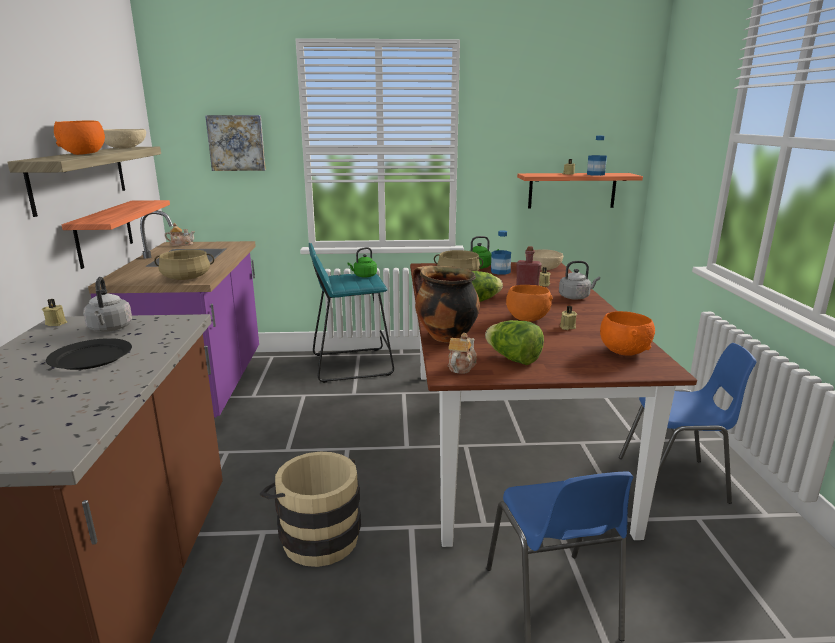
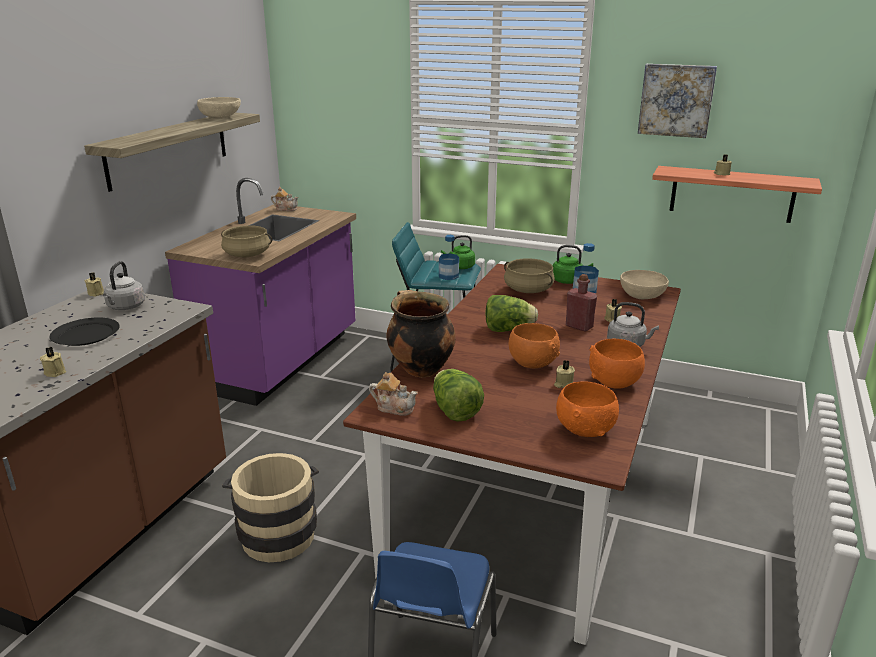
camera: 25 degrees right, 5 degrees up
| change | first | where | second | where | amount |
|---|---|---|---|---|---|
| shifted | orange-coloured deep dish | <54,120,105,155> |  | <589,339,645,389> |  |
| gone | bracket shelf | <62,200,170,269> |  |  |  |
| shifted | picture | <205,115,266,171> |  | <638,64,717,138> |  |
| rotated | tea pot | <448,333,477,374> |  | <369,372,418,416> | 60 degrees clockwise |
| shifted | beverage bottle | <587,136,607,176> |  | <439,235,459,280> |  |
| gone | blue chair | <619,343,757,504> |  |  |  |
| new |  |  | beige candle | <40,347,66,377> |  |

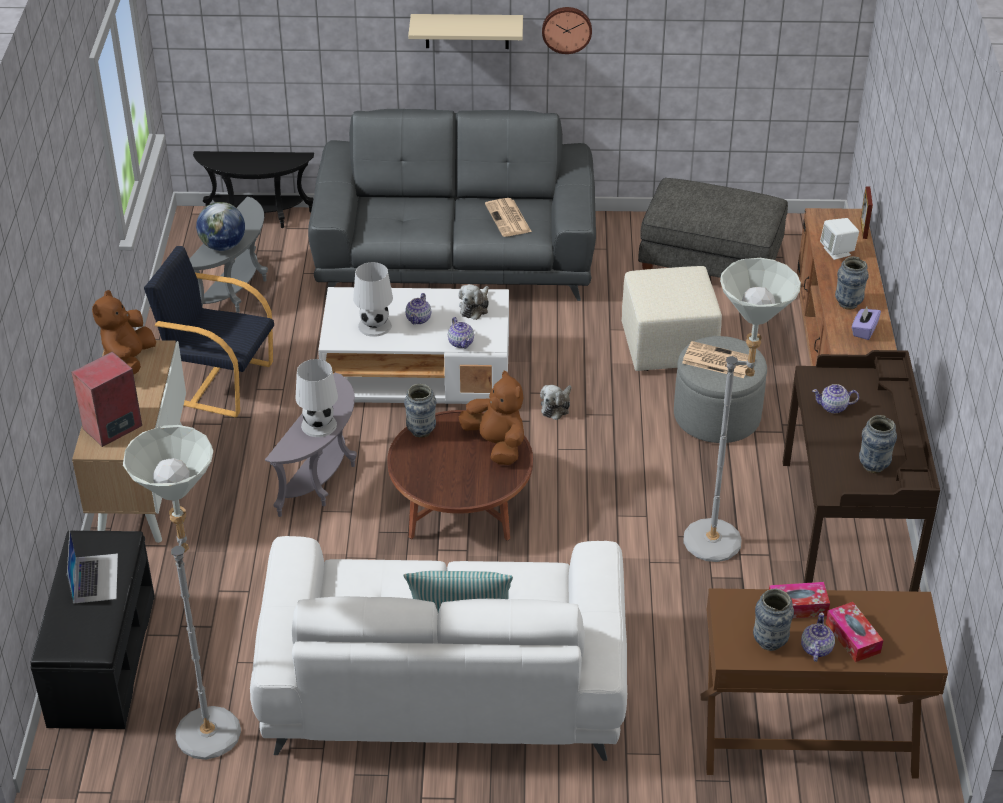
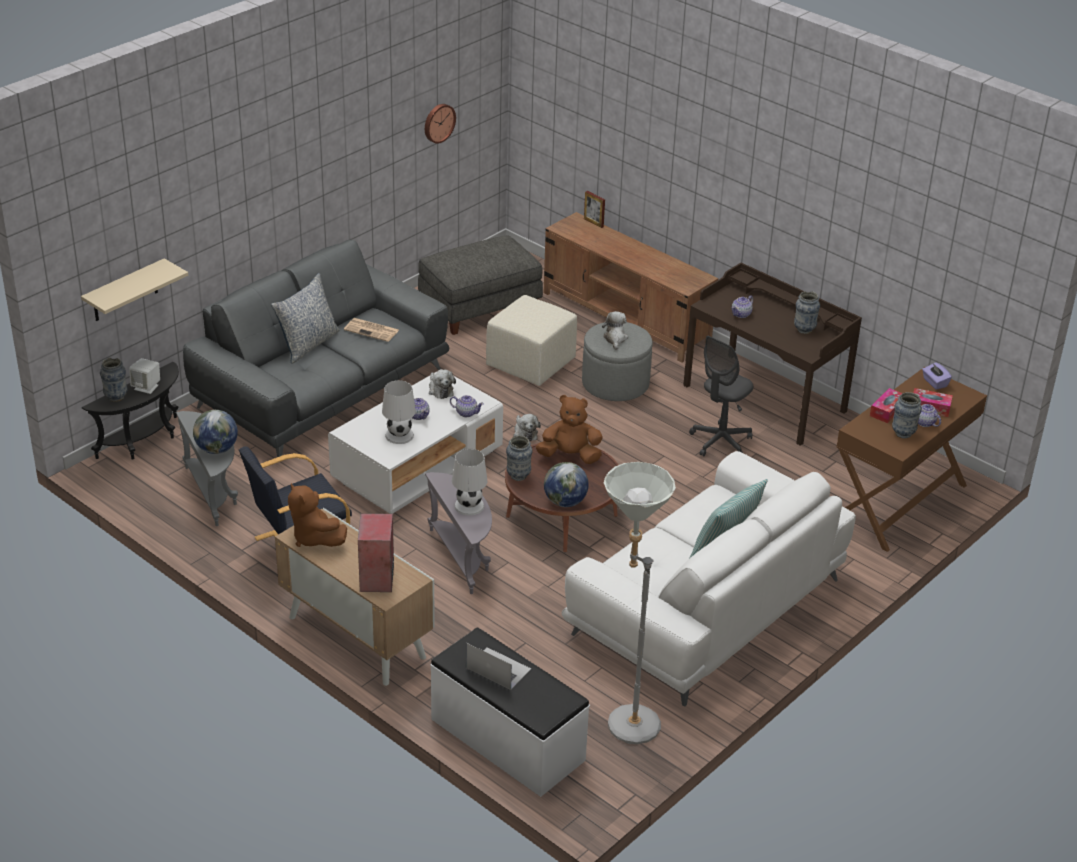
camera: 50 degrees left, 5 degrees down
| change | first | where | second | where | amount |
|---|---|---|---|---|---|
| repainted | black-coloured bench | <31,530,155,729> | white-coloured bench | <431,628,590,797> |  |
| shifted | beige bracket shelf | <408,14,523,49> |  | <81,258,188,321> |  |
| shifted | wall clock | <542,7,592,54> |  | <425,104,456,144> |  |
| swapped | printed paper | <682,341,748,378> | soft toy | <602,311,628,350> |  |
| swapped | gray floor lamp | <683,258,801,562> | gray desk chair | <689,336,753,457> |  |
| shifted | white-coloured audio speaker | <820,218,859,260> |  | <129,358,160,394> |  |
| shifted | vase | <835,256,869,310> |  | <100,358,127,402> |  |
| shifted | purple tissue holder | <852,306,881,340> |  | <922,362,952,390> |  |
| new |  |  | cushion | <271,273,340,364> |  |
| new |  |  | globe | <544,462,589,507> |  |

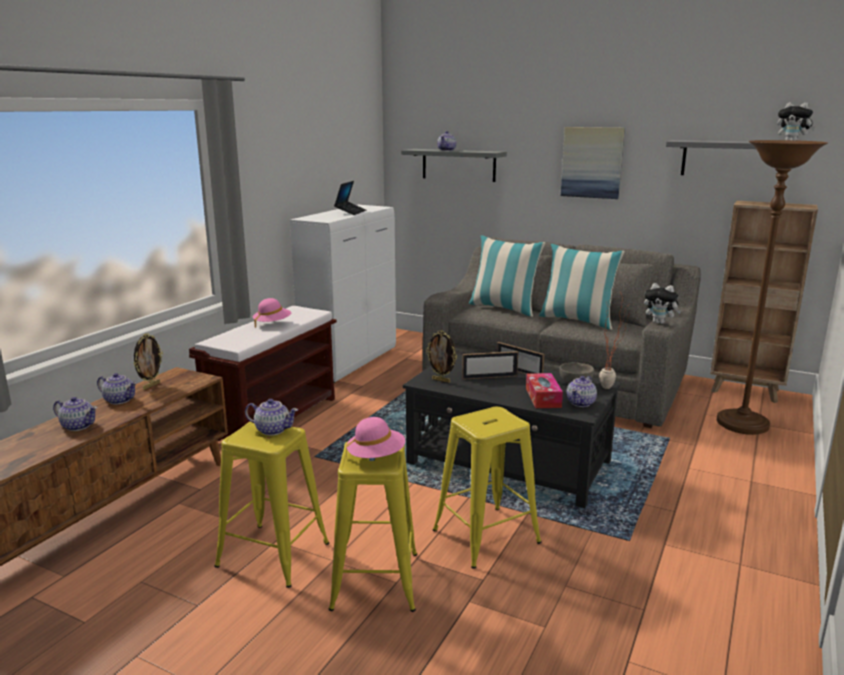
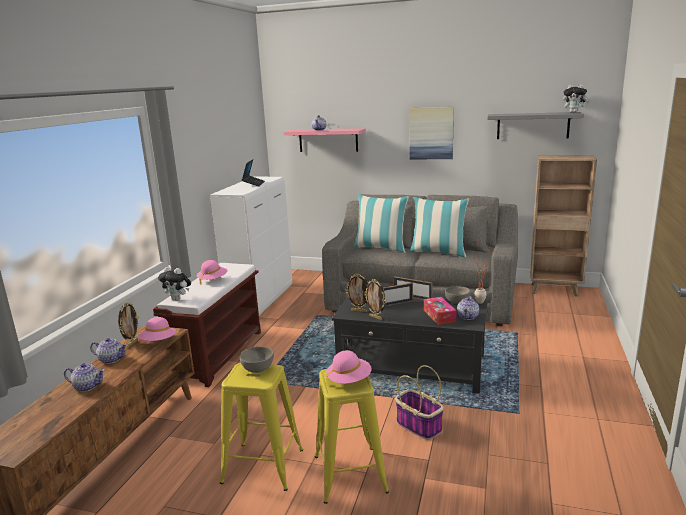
camera: 10 degrees left, 0 degrees up
| change | first | where | second | where | amount |
|---|---|---|---|---|---|
| swapped | tea pot | <245,399,298,436> | gray deep dish | <240,346,274,373> |  |
| repainted | gray bracket shelf | <401,149,507,182> | pink bracket shelf | <284,128,366,152> |  |
| swapped | yellowish stool | <433,407,542,569> | basket | <395,365,444,440> |  |
| shifted | soft toy | <644,283,682,324> |  | <158,267,191,301> |  |
| gone | brownish floor lamp | <717,140,828,435> |  |  |  |
| new |  |  | pink hat | <137,317,176,341> |  |
| new |  |  | standing frame | <364,279,386,320> |  |

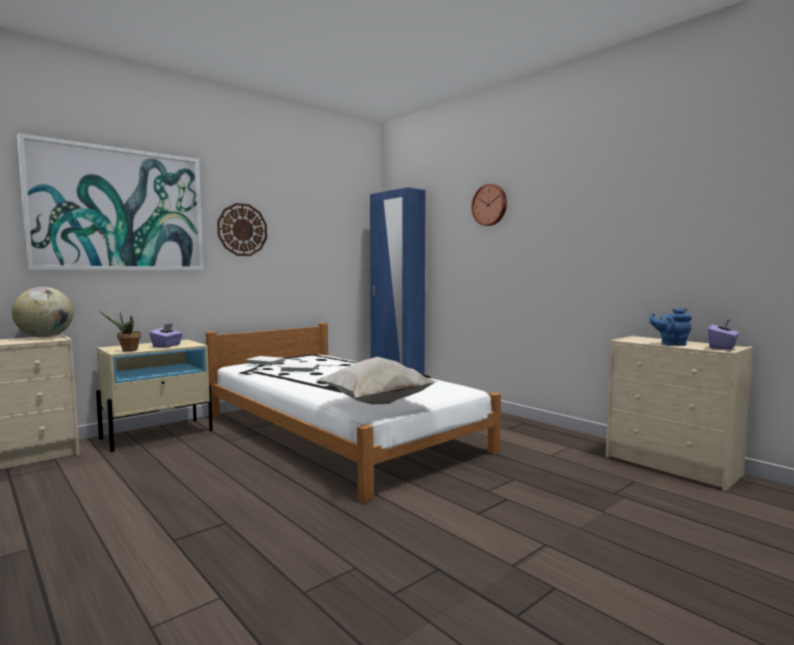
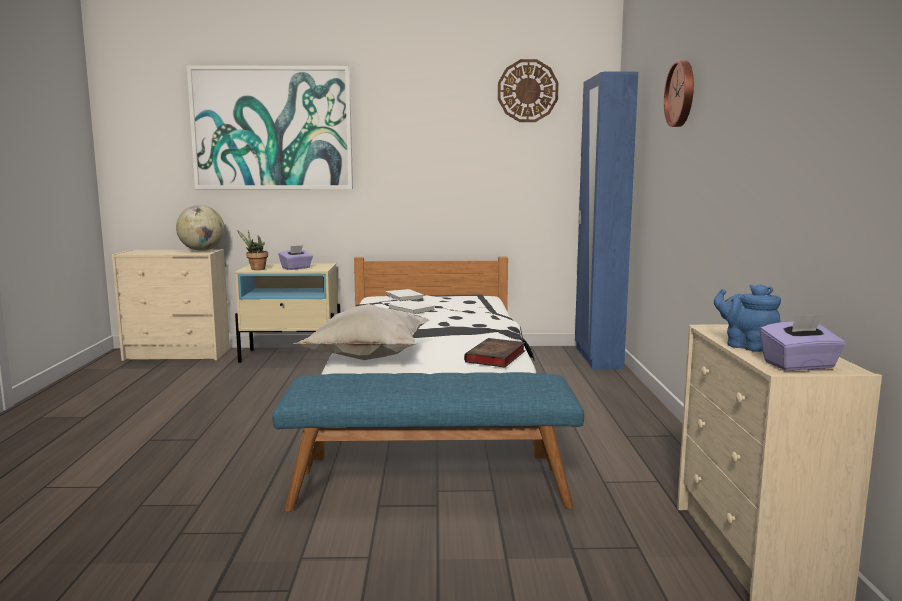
camera: 40 degrees right, 5 degrees up
| change | first | where | second | where | amount |
|---|---|---|---|---|---|
| shifted | wall clock | <217,203,267,256> |  | <498,59,559,122> |  |
| new |  |  | blue bench | <272,372,584,512> |  |
| new |  |  | volume | <464,338,525,368> |  |

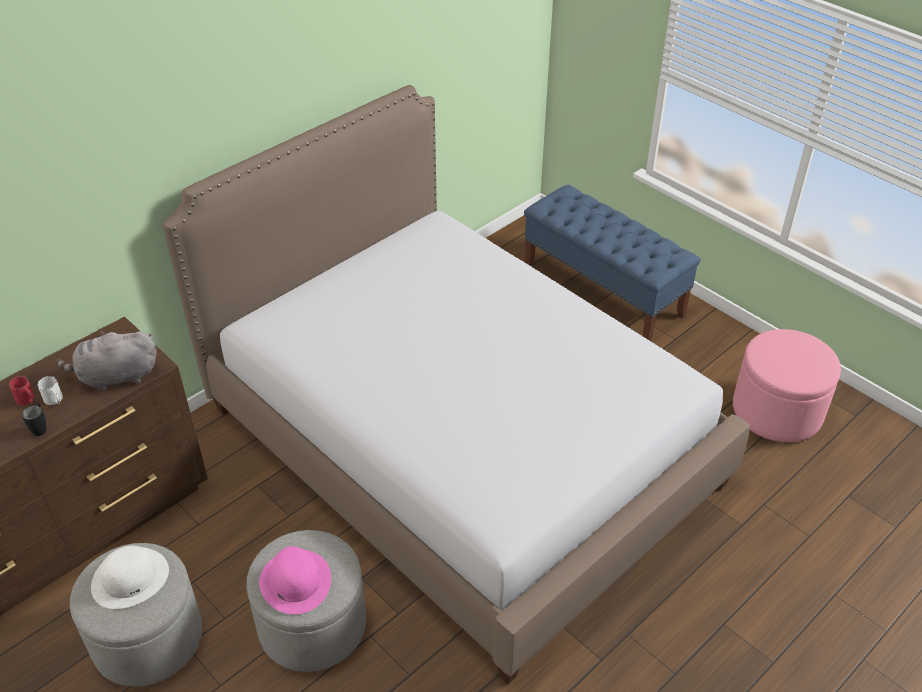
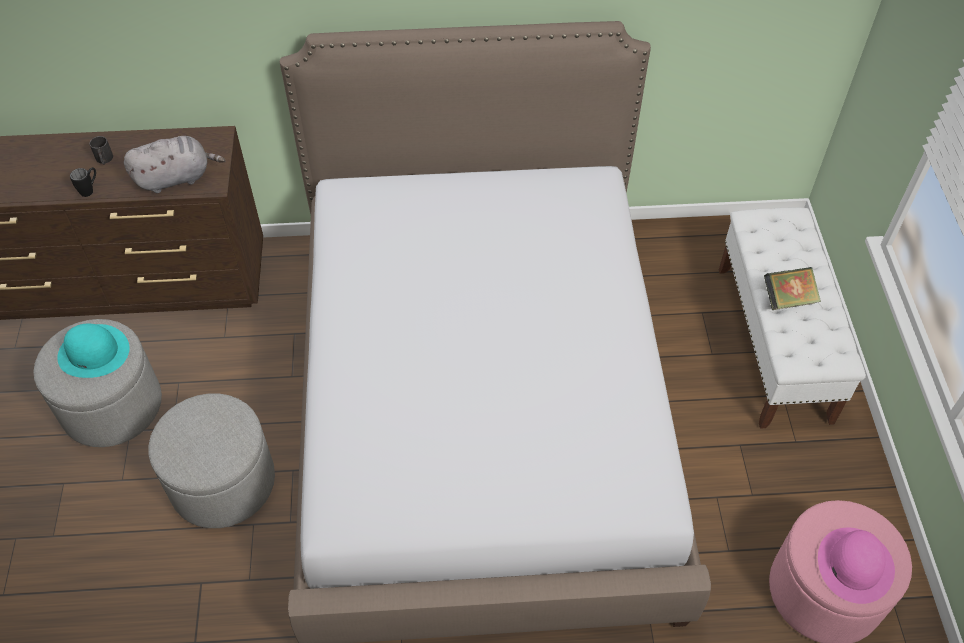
camera: 40 degrees right, 10 degrees up
| change | first | where | second | where | amount |
|---|---|---|---|---|---|
| repainted | red mug | <9,376,35,405> | black-coloured mug | <89,136,113,165> |  |
| gone | white-coloured mug | <37,376,63,405> |  |  |  |
| rotated | gray soft toy | <56,330,157,391> |  | <124,136,226,193> | 135 degrees clockwise |
| repainted | white-coloured hat | <91,546,169,609> | turquoise-coloured hat | <57,324,129,378> |  |
| shifted | pink hat | <259,546,331,614> |  | <818,528,895,604> |  |
| repainted | blue bench | <524,185,701,341> | white-coloured bench | <719,207,866,429> |  |
| new |  |  | volume | <764,267,821,310> |  |

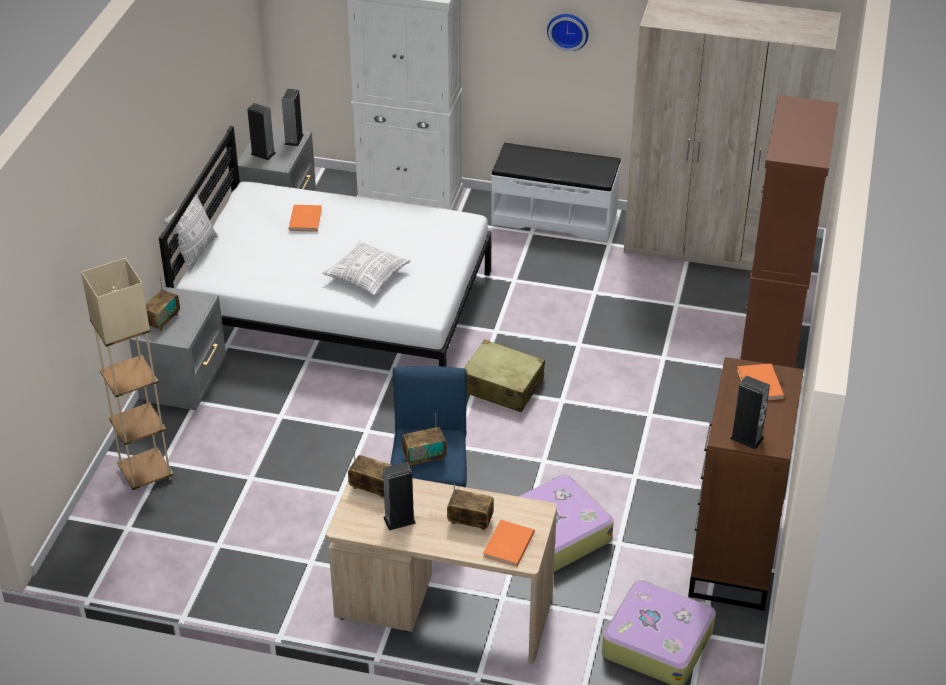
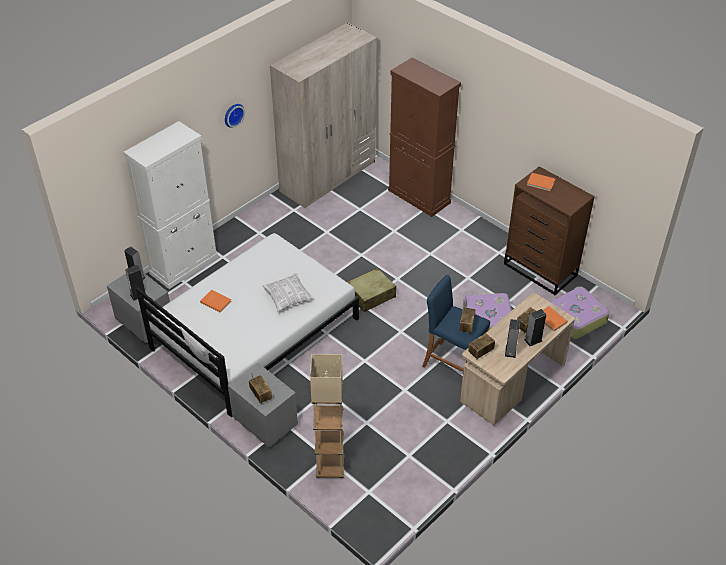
camera: 60 degrees left, 5 degrees up
| change | first | where | second | where | amount |
|---|---|---|---|---|---|
| gone | white-coloured bench | <491,143,621,242> |  |  |  |
| shifted | audio speaker | <730,375,770,450> |  | <524,309,546,346> |  |

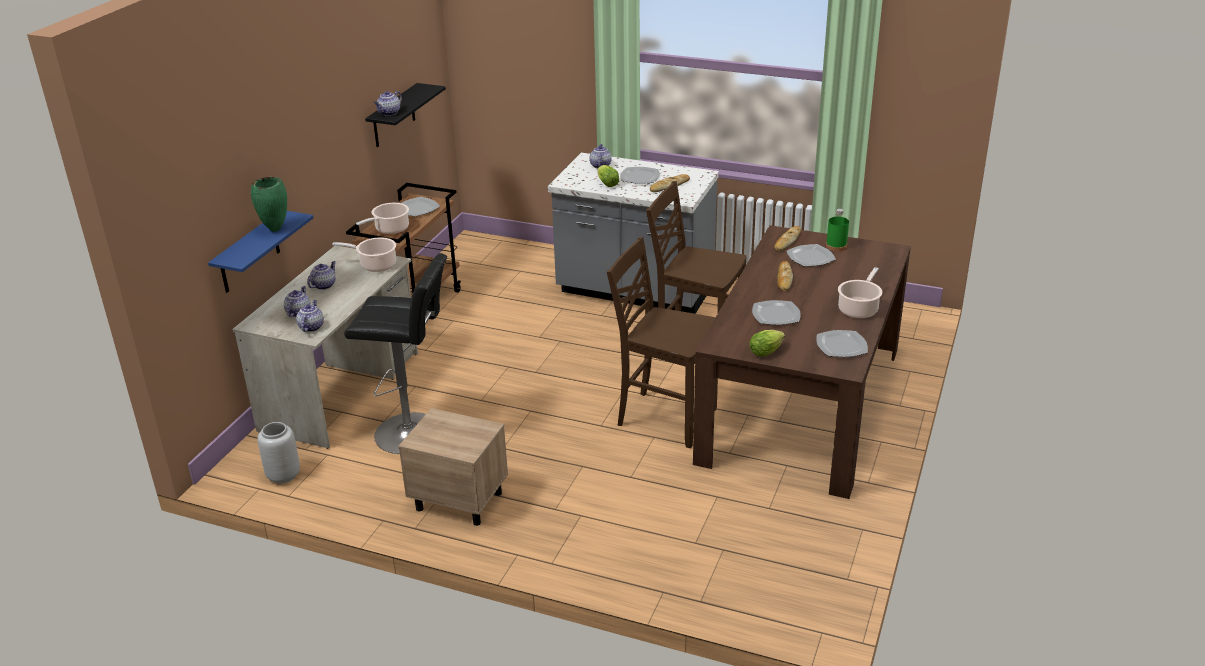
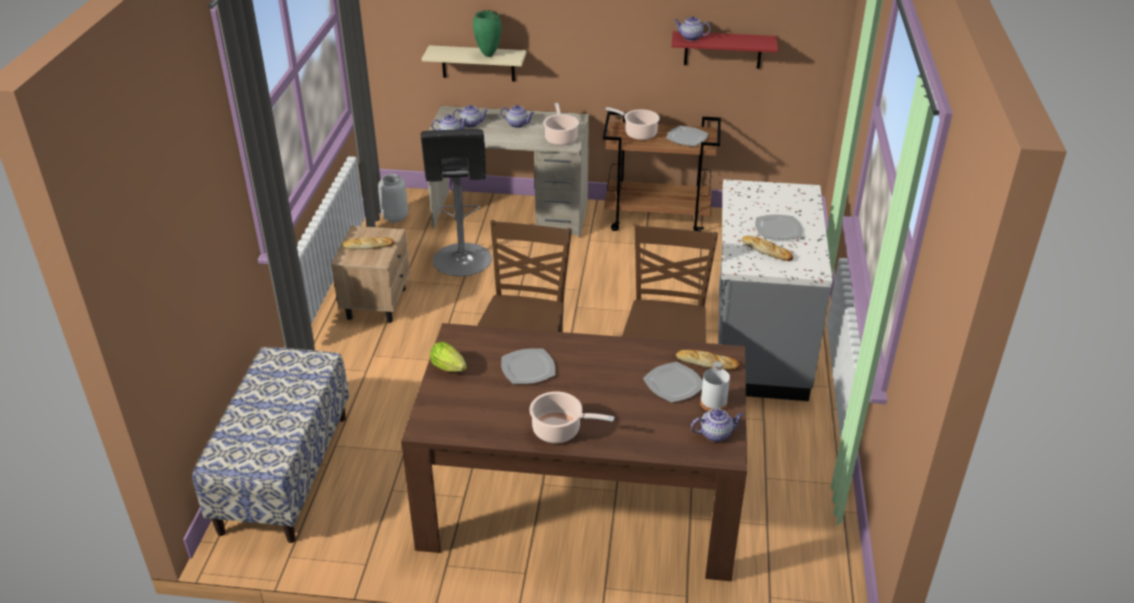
camera: 75 degrees right, 5 degrees up
| change | first | where | second | where | amount |
|---|---|---|---|---|---|
| repainted | blue bracket shelf | <208,211,314,293> | beige bracket shelf | <422,45,527,81> |  |
| repainted | black-coloured bracket shelf | <365,83,446,147> | red bracket shelf | <671,31,778,69> |  |
| shifted | tea pot | <590,144,612,169> |  | <691,408,744,442> |  |
| gone | head of lettuce | <598,165,619,187> |  |  |  |
| shifted | baked bread | <777,261,793,291> |  | <343,237,394,249> |  |
| gone | plate | <816,330,868,357> |  |  |  |
| repainted | green-coloured beverage bottle | <826,209,849,251> | white-coloured beverage bottle | <700,361,730,411> |  |
| new |  |  | bench | <192,347,349,543> |  |

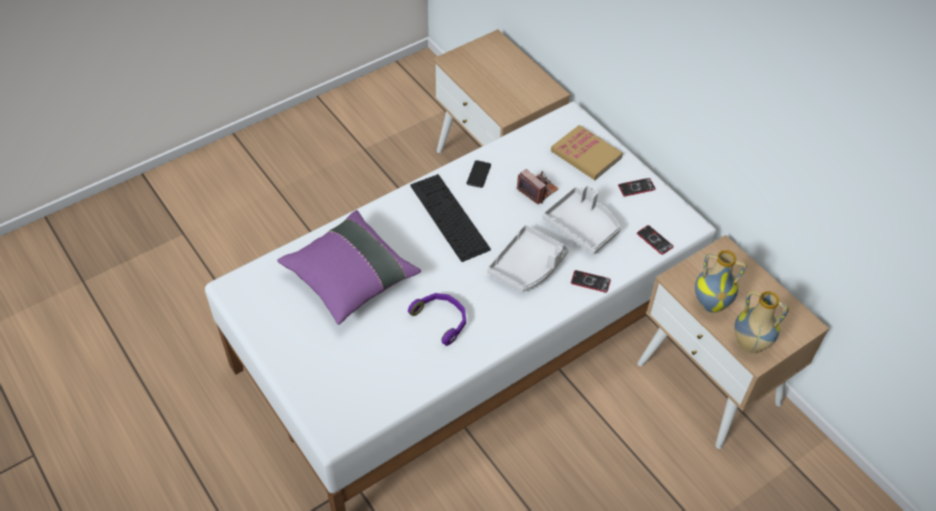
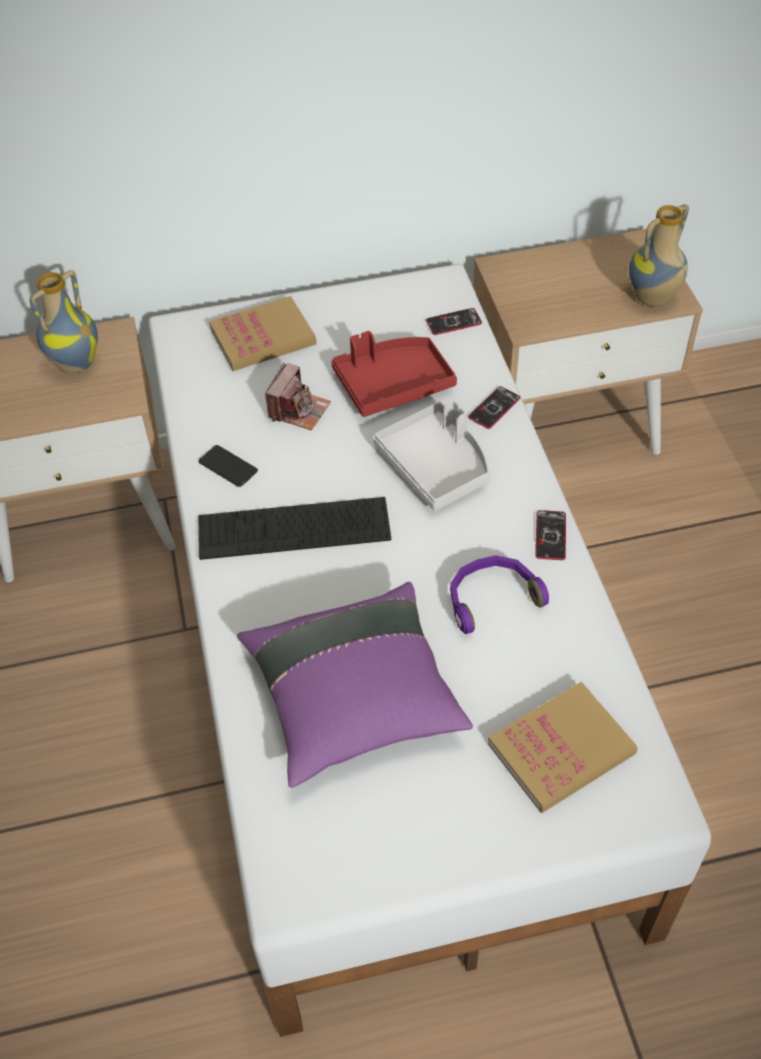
camera: 65 degrees left, 0 degrees up
| change | first | where | second | where | amount |
|---|---|---|---|---|---|
| rotated | photo camera | <517,169,558,204> |  | <265,363,331,431> | 135 degrees clockwise |
| repainted | gray tray | <543,185,621,254> | red tray | <331,331,457,417> |  |
| shifted | handset | <618,178,656,196> |  | <535,510,566,560> |  |
| shifted | vase | <695,250,747,313> |  | <29,270,98,373> |  |
| new |  |  | volume | <488,682,638,813> |  |

